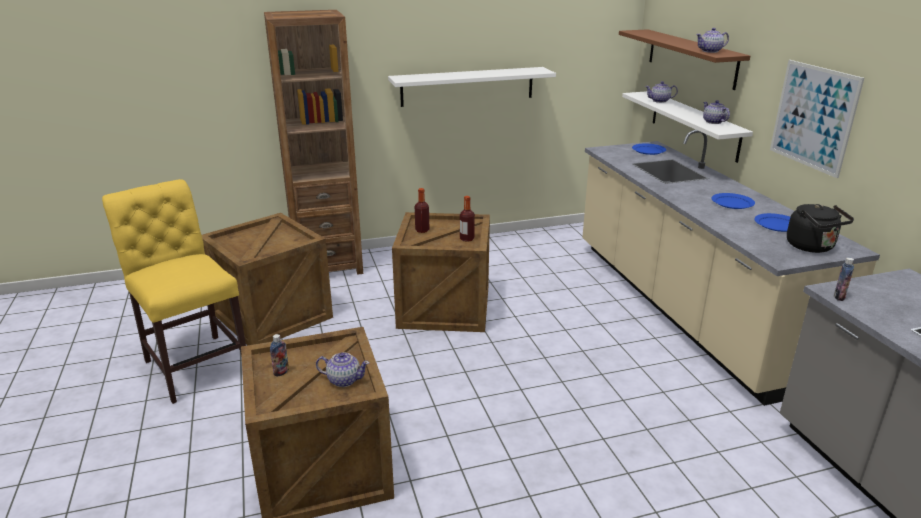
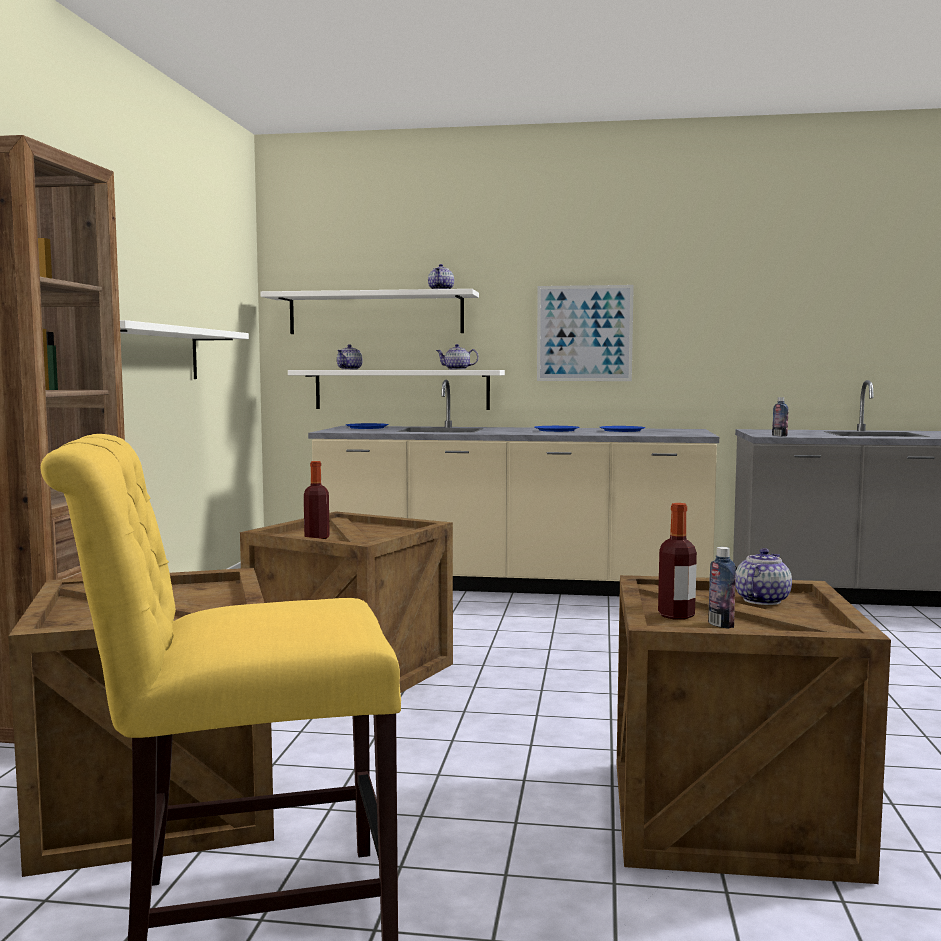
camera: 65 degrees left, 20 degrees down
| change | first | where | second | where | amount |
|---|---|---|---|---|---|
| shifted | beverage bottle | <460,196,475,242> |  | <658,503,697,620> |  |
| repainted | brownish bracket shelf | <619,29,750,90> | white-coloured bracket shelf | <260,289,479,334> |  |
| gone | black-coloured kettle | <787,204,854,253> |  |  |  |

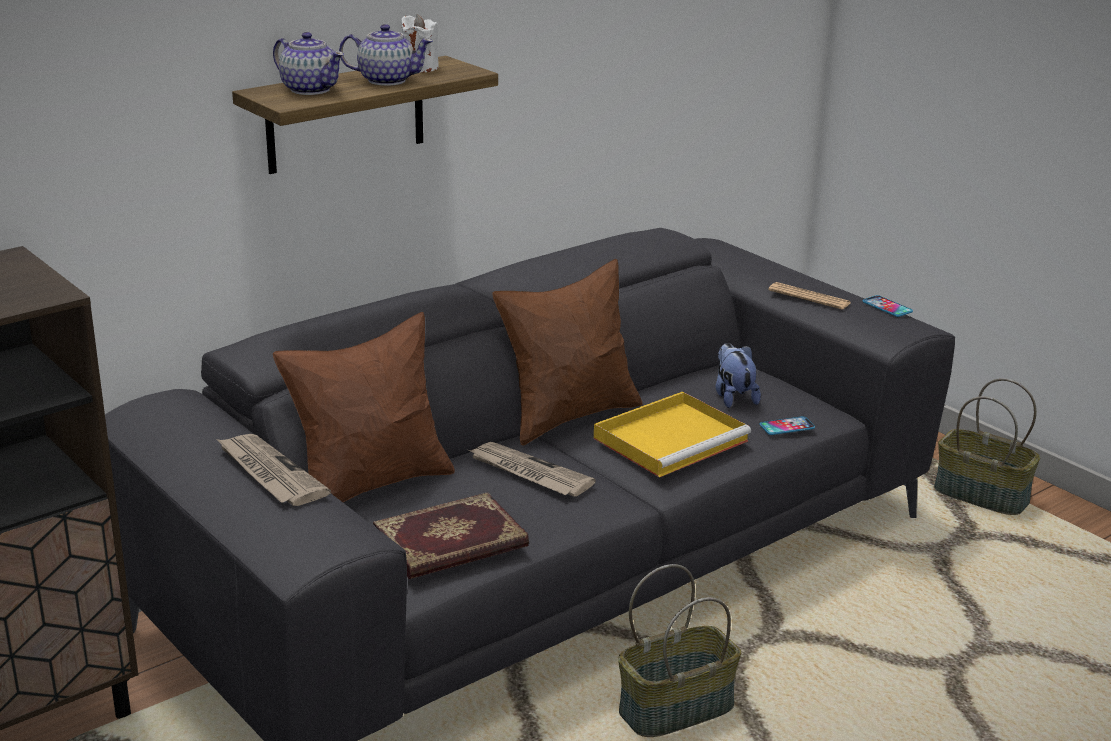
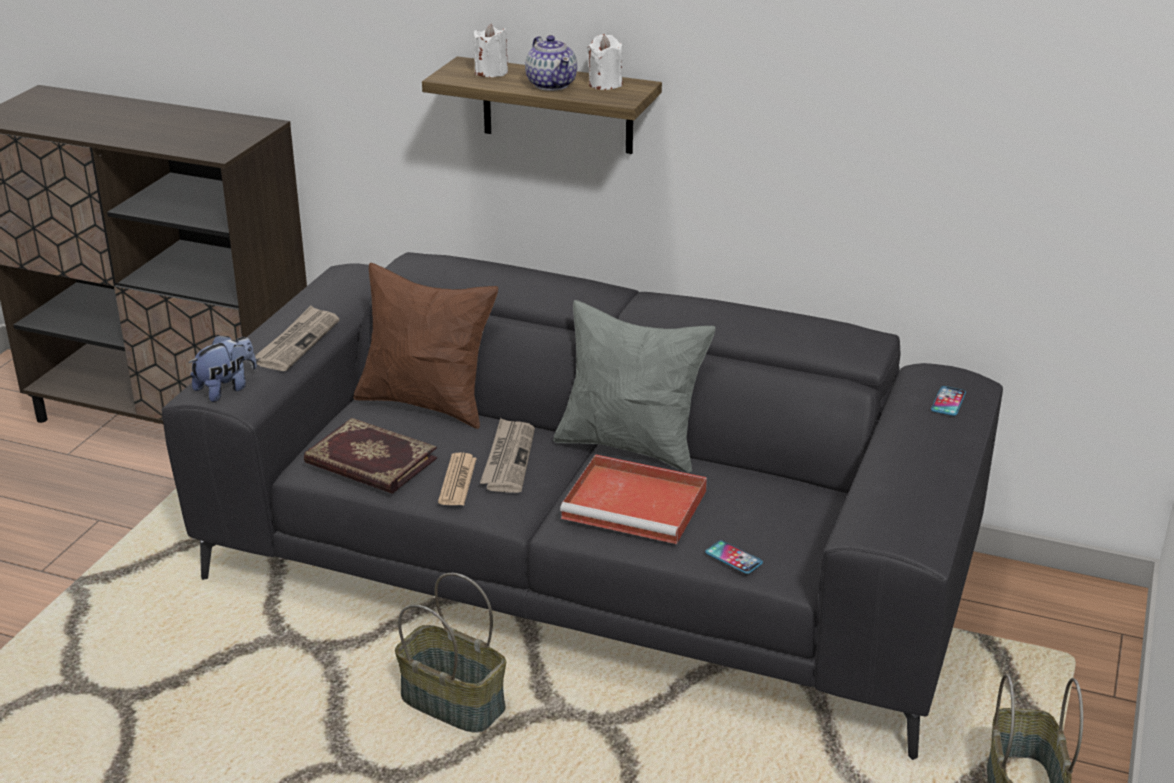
camera: 60 degrees right, 5 degrees up
| change | first | where | second | where | amount |
|---|---|---|---|---|---|
| swapped | tea pot | <273,32,344,95> | white-coloured candle | <474,24,508,77> |  |
| repainted | brownish cushion | <492,259,643,445> | gray cushion | <553,300,716,473> |  |
| repainted | yellowish tray | <594,392,751,477> | red tray | <560,454,707,544> |  |
| shifted | soft toy | <716,343,761,408> |  | <188,335,257,402> |  |
| shifted | printed paper | <768,282,850,309> |  | <438,452,477,505> |  |
| shifted | handset | <862,295,913,317> |  | <931,386,966,416> |  |

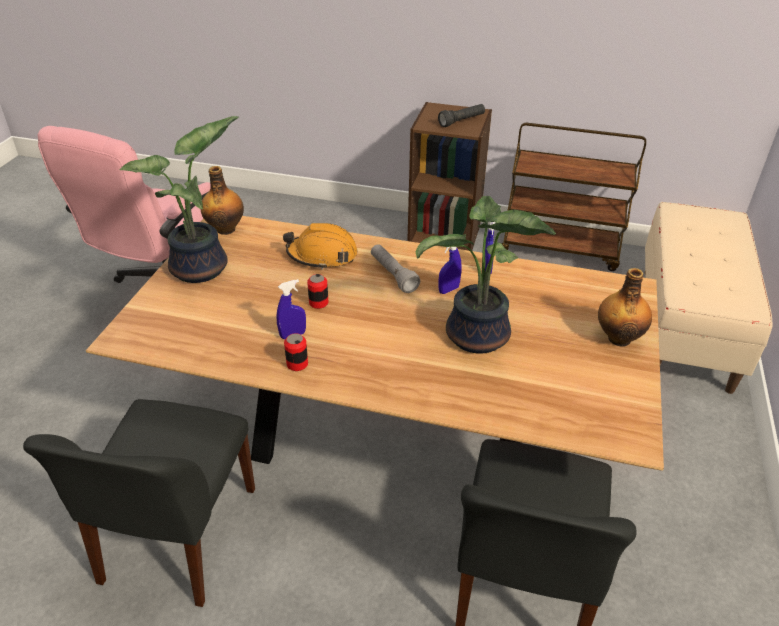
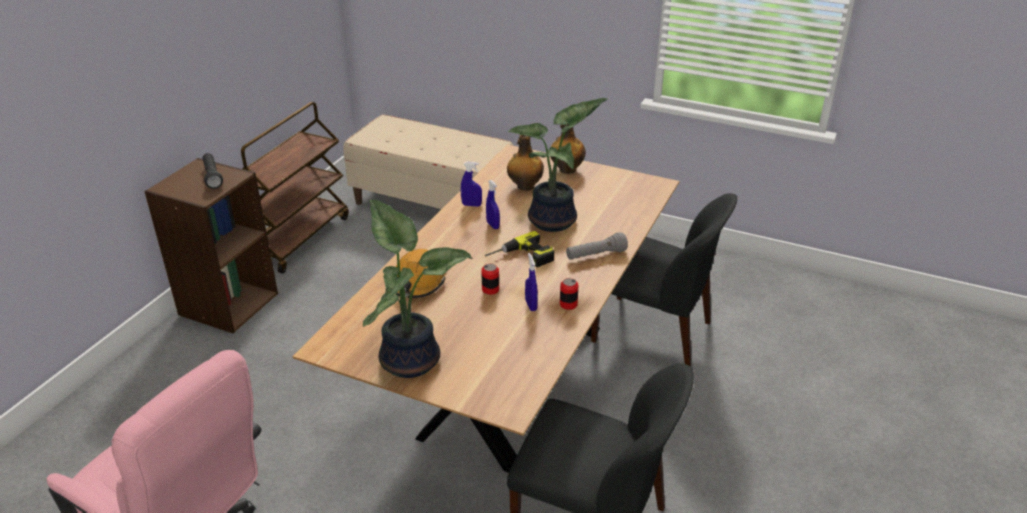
camera: 80 degrees left, 5 degrees down
| change | first | where | second | where | amount |
|---|---|---|---|---|---|
| shifted | beverage bottle | <201,166,244,235> |  | <507,135,544,191> |  |
| shifted | gray hand torch | <371,244,420,293> |  | <566,232,628,260> |  |
| new |  |  | drill | <485,231,554,267> |  |

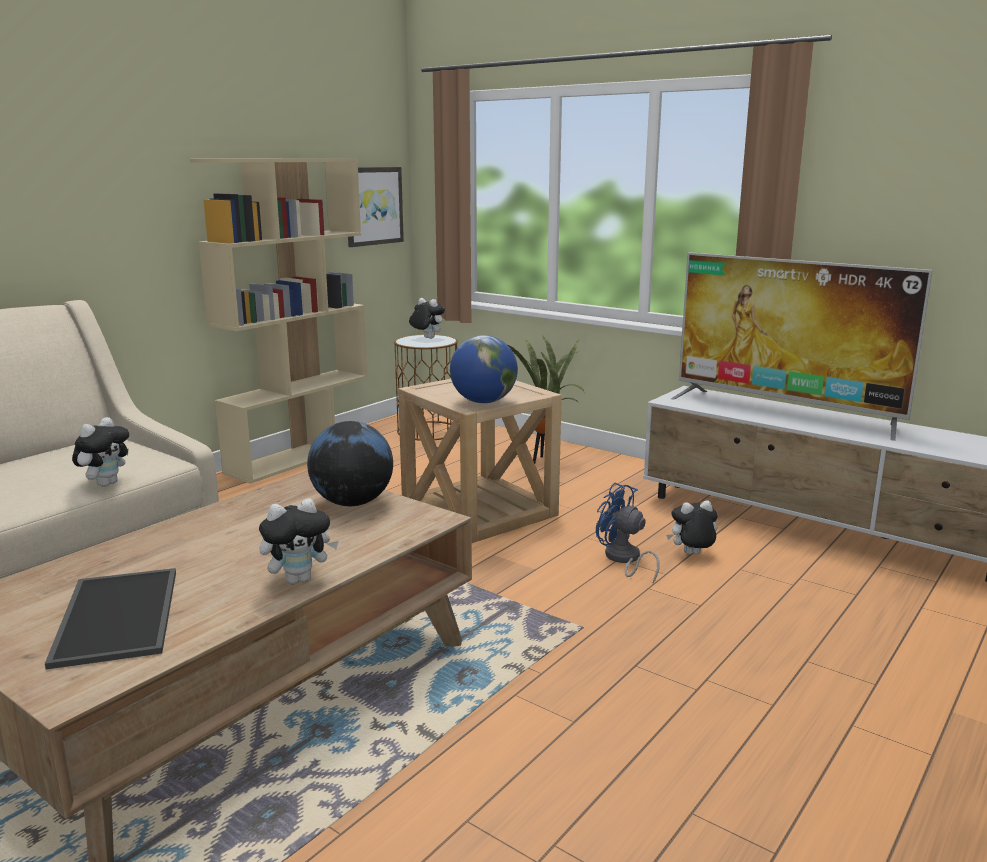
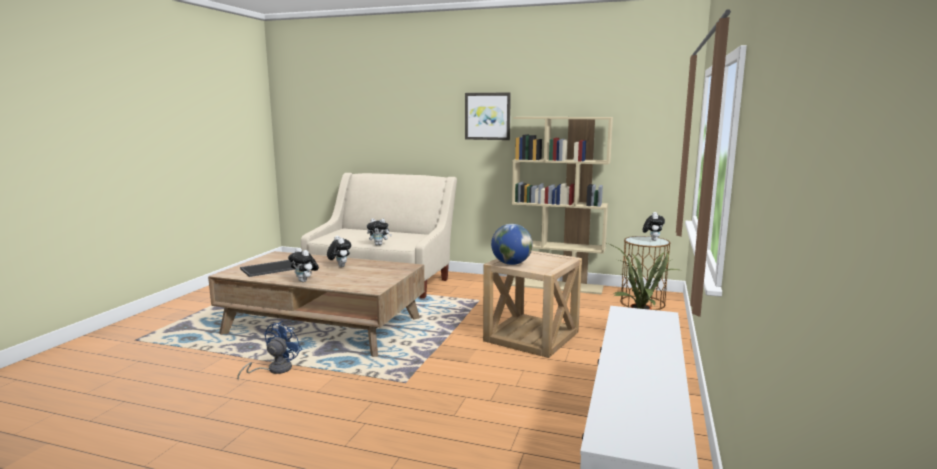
camera: 70 degrees right, 5 degrees down
| change | first | where | second | where | amount |
|---|---|---|---|---|---|
| gone | globe | <307,421,393,506> |  |  |  |
| shifted | picture | <348,167,404,247> |  | <465,93,511,140> |  |
| shifted | blue electric fan | <596,483,660,583> |  | <237,321,302,381> |  |
| shifted | soft toy | <666,500,718,554> |  | <327,236,351,267> |  |
| gone | television | <671,252,933,441> |  |  |  |

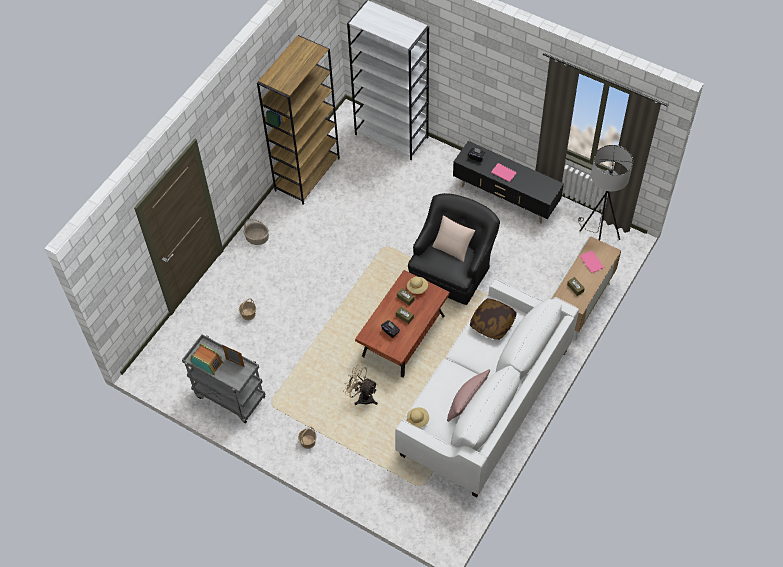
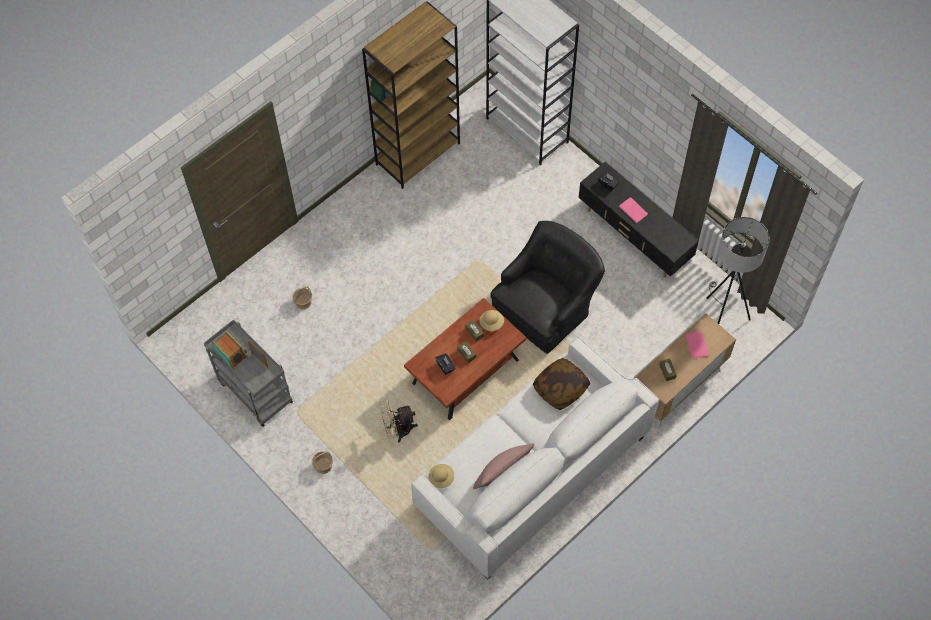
camera: 15 degrees right, 5 degrees up
| change | first | where | second | where | amount |
|---|---|---|---|---|---|
| gone | basket | <244,219,269,245> |  |  |  |
| rotated | beige electric fan | <343,364,378,405> |  | <380,400,418,442> | 60 degrees counterclockwise |
| gone | beige cushion | <432,215,475,262> |  |  |  |

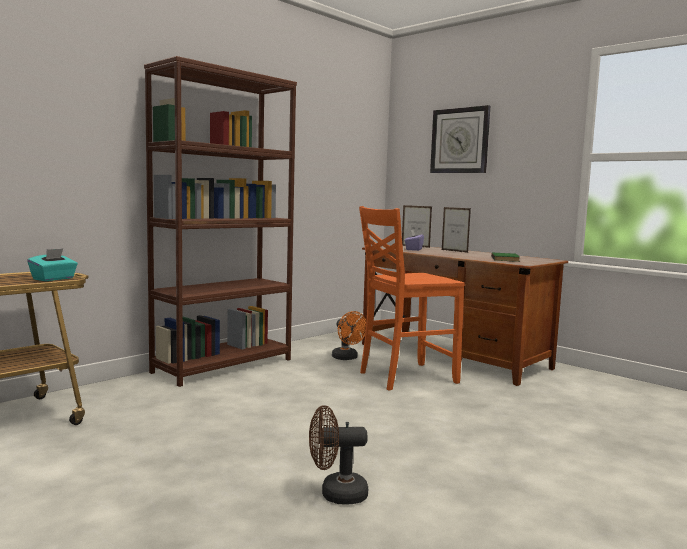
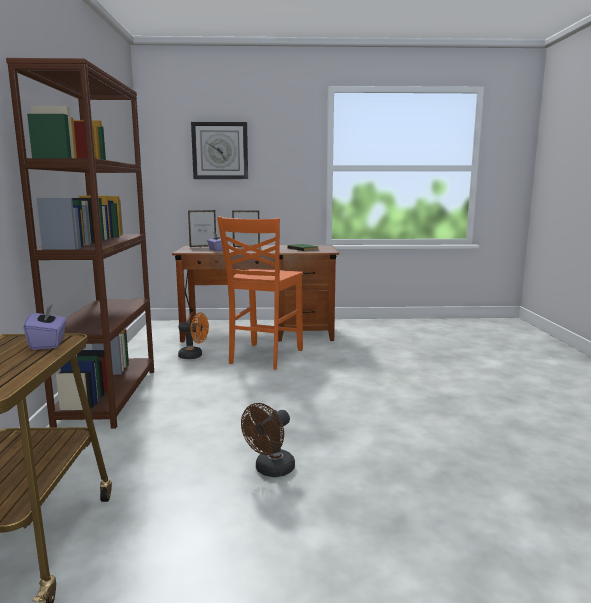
camera: 45 degrees left, 5 degrees up
| change | first | where | second | where | amount |
|---|---|---|---|---|---|
| repainted | turquoise-coloured tissue holder | <27,249,78,281> | purple tissue holder | <23,304,67,350> |  |
| shifted | brownish electric fan | <309,405,368,505> |  | <241,403,295,477> |  |

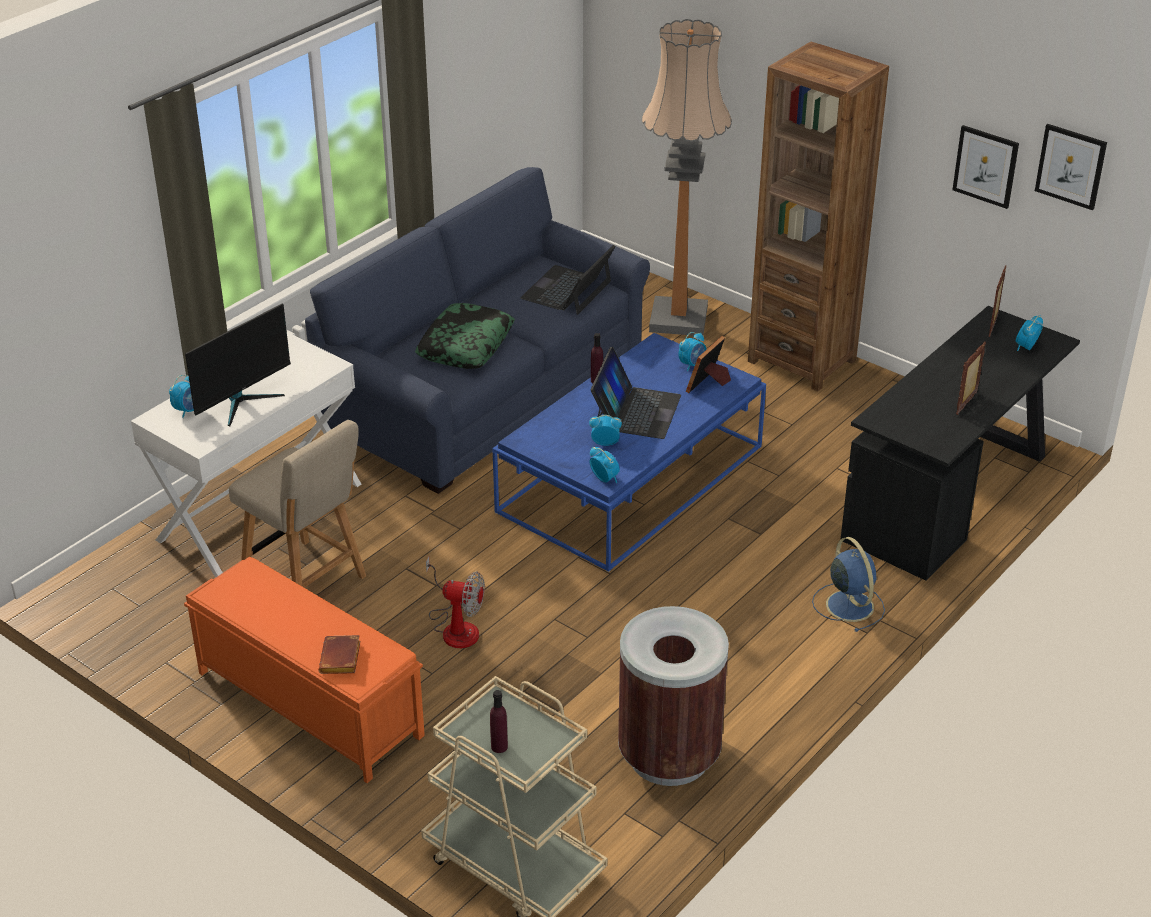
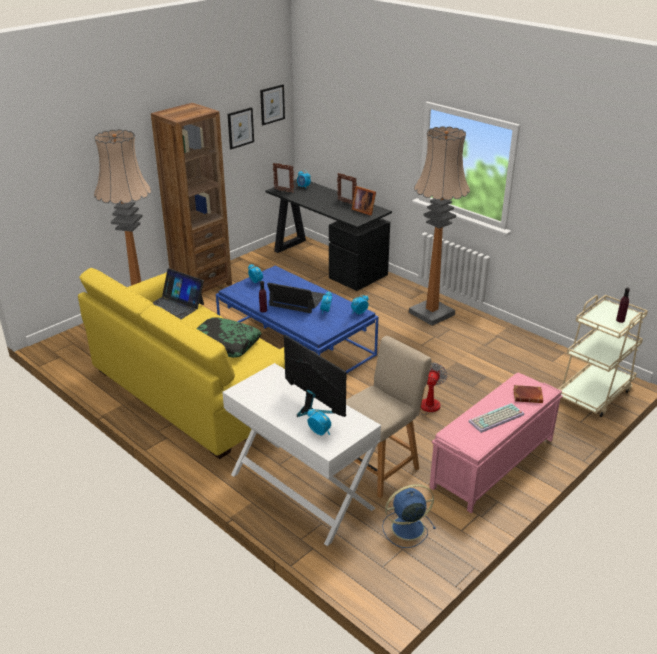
camera: 85 degrees left, 5 degrees down
| change | first | where | second | where | amount |
|---|---|---|---|---|---|
| repainted | orange-coloured bench | <184,557,425,783> | pink bench | <429,373,563,513> |  |
| repainted | blue sofa | <305,167,650,494> | yellowish sofa | <78,268,285,459> |  |
| gone | brownish trash can | <618,606,729,786> |  |  |  |
| shifted | standing frame | <686,336,731,393> |  | <352,186,376,216> |  |
| shifted | blue electric fan | <812,537,885,632> |  | <382,484,436,548> |  |
| new |  |  | floor lamp | <409,126,470,326> |  |
| new |  |  | keyboard | <468,403,524,433> |  |

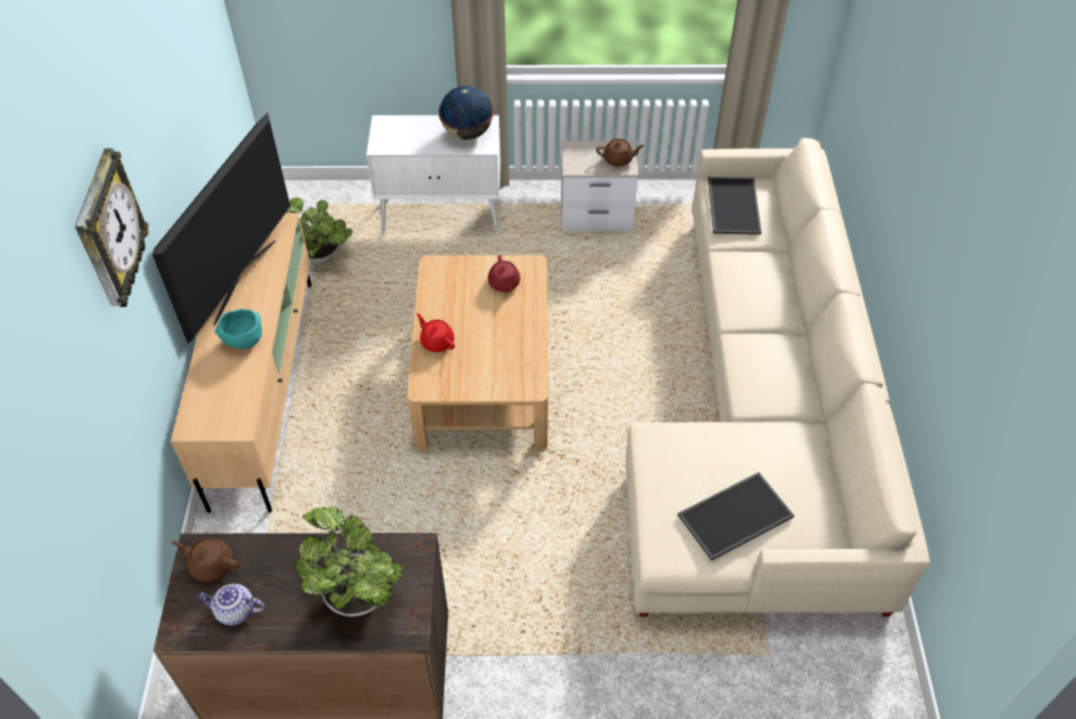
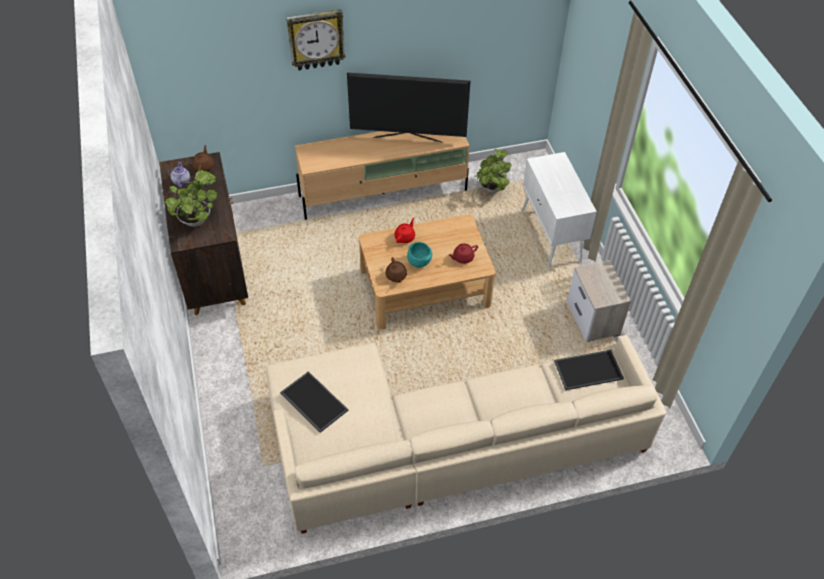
camera: 75 degrees right, 0 degrees up
| change | first | where | second | where | amount |
|---|---|---|---|---|---|
| shifted | turquoise-coloured deep dish | <215,309,262,349> |  | <407,242,432,268> |  |
| gone | globe | <438,86,494,140> |  |  |  |
| shifted | brownish tea pot | <596,139,644,167> |  | <385,257,407,283> |  |

